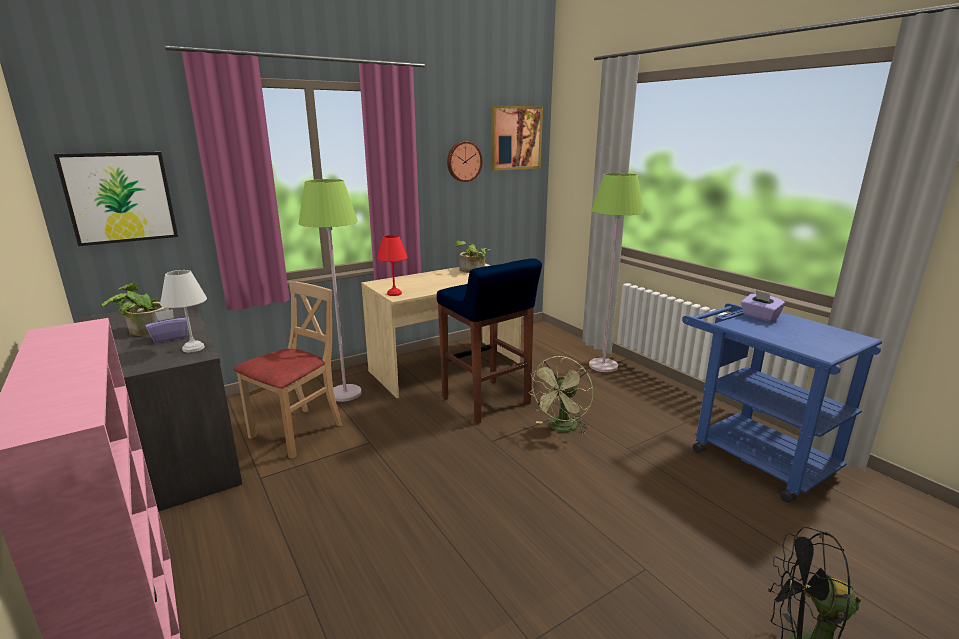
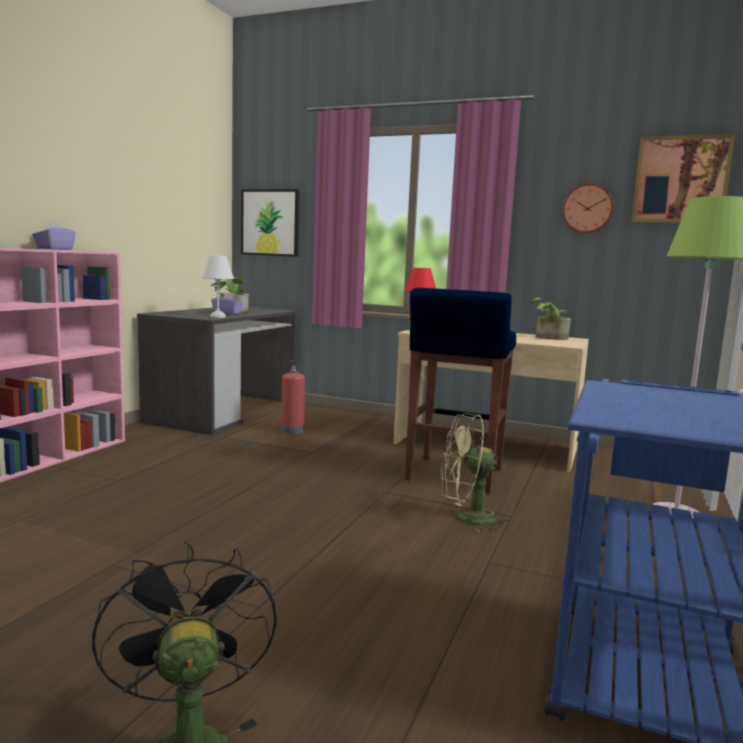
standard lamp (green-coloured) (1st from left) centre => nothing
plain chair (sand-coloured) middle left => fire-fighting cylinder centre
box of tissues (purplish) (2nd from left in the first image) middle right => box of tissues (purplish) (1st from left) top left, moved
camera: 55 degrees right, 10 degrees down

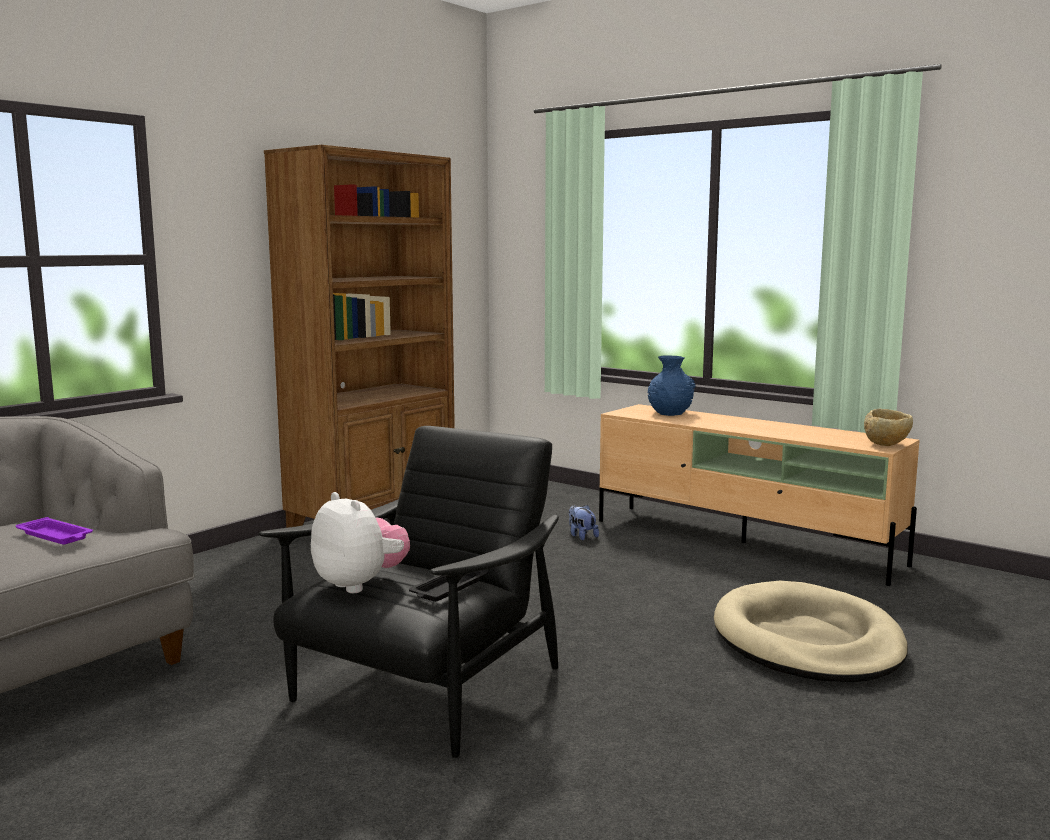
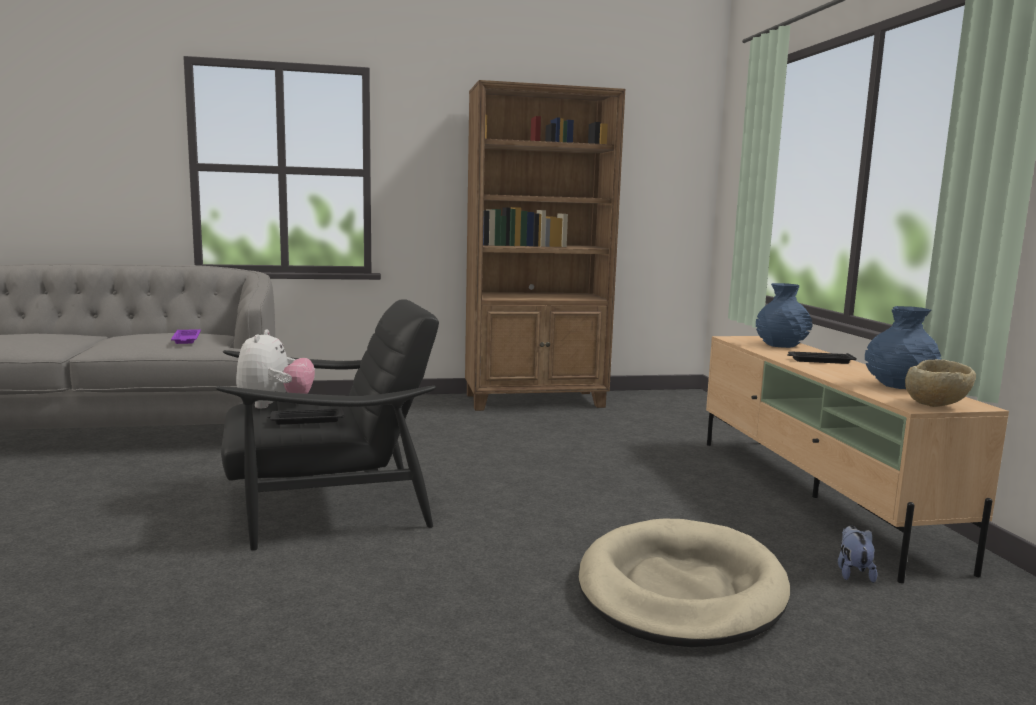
cuddly toy (2nd from left) centre => cuddly toy (2nd from left) bottom right, moved
nothing => vase (blue) (2nd from left) middle right
nothing => carrying tray (blackish) (2nd from left) middle right
camera: 40 degrees right, 0 degrees up

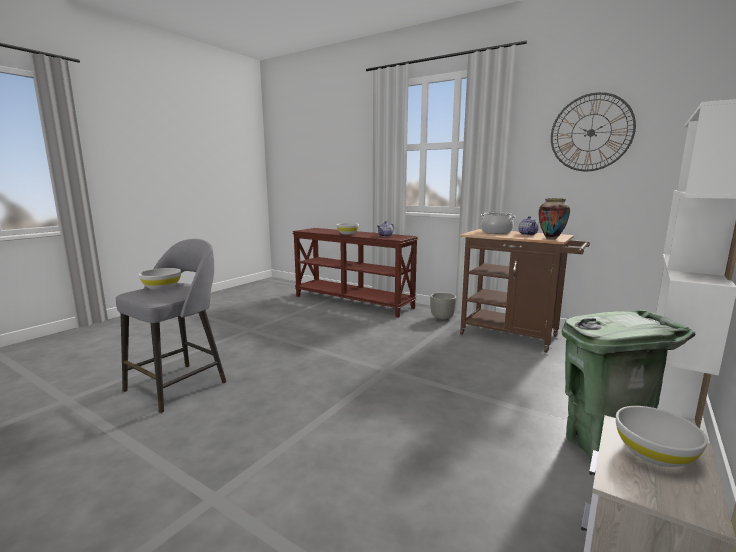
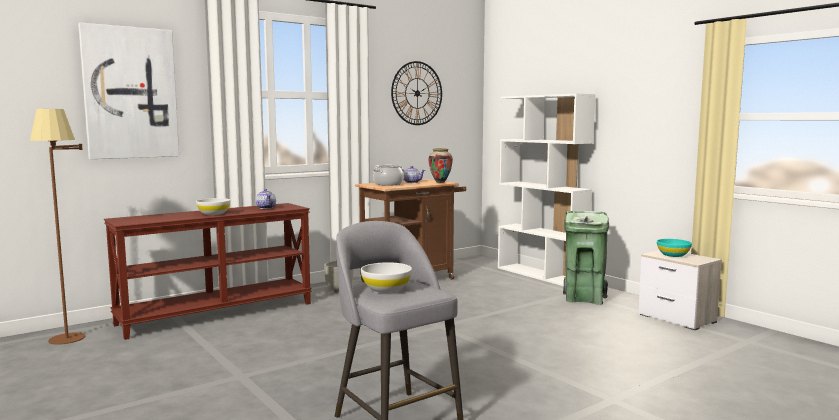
deep dish (whitish) (3rd from left) bottom right => deep dish (blue-green) middle right
nothing => wall picture top left
nothing => standard lamp (brown) middle left
camera: 70 degrees left, 5 degrees down

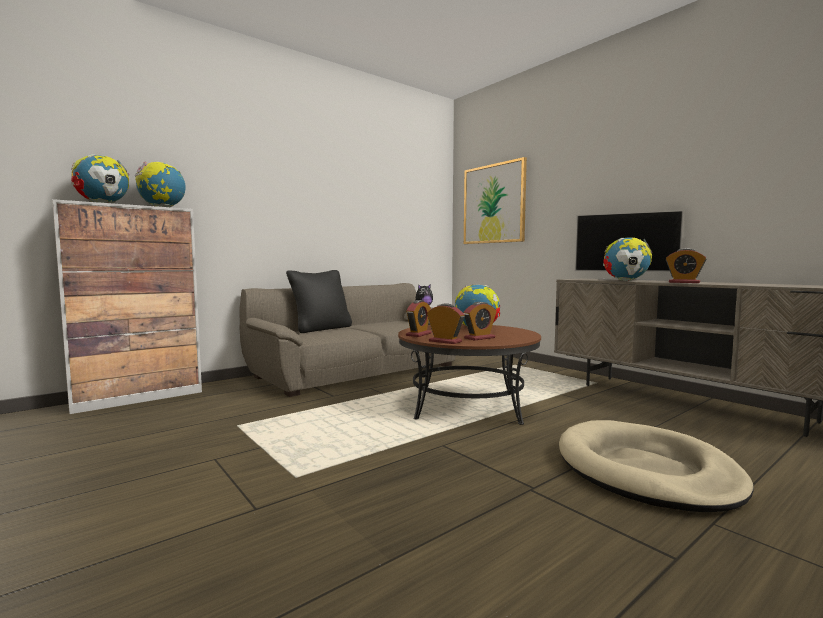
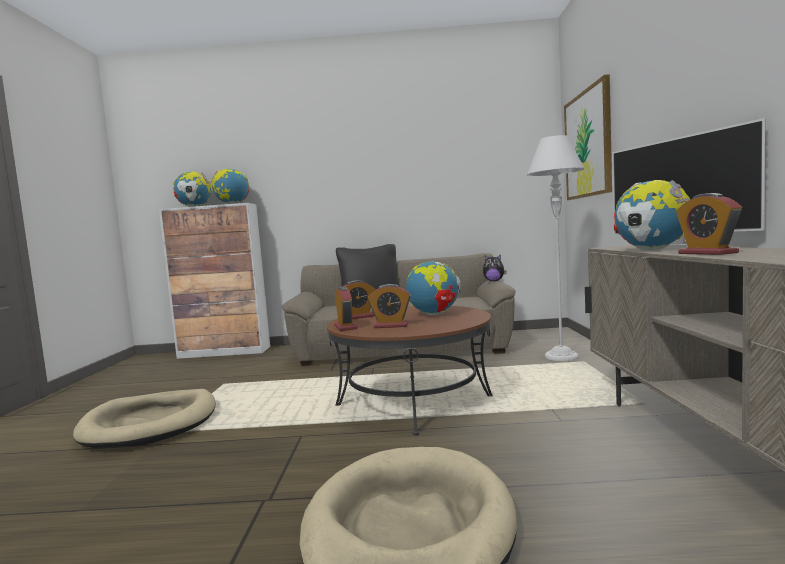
nothing => standard lamp (gray) middle right
nothing => dog cushion (sand-coloured) (1st from left) bottom left
camera: 40 degrees right, 0 degrees up

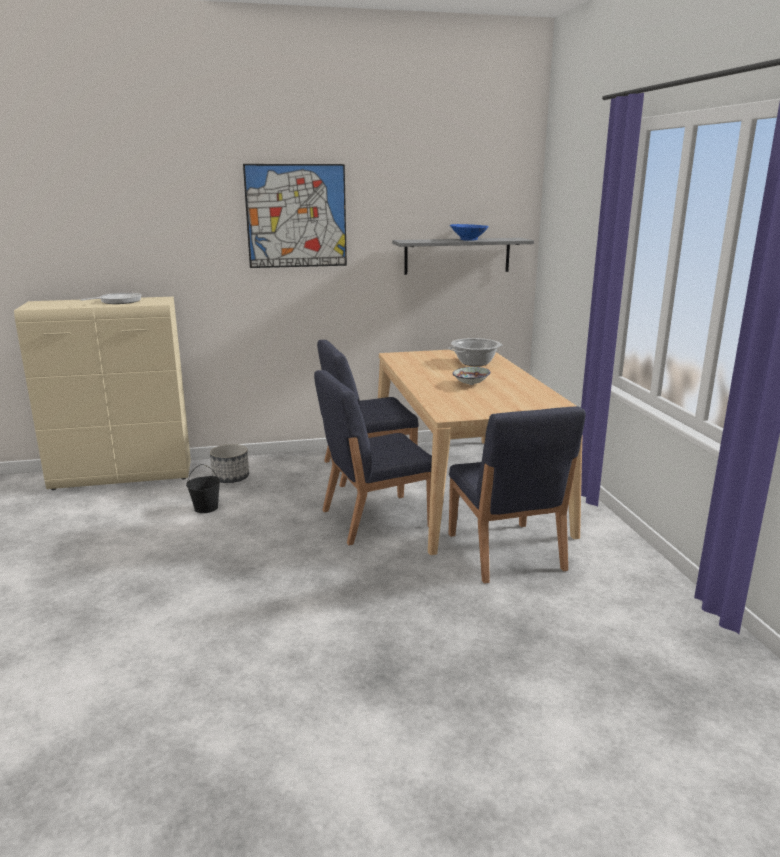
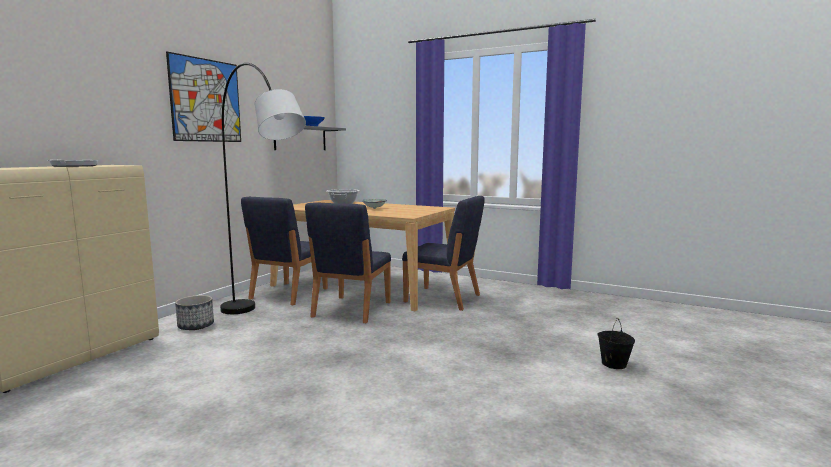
bucket (blackish) middle left => bucket (blackish) bottom right, moved
nothing => standard lamp (gray) middle left
camera: 50 degrees left, 10 degrees down

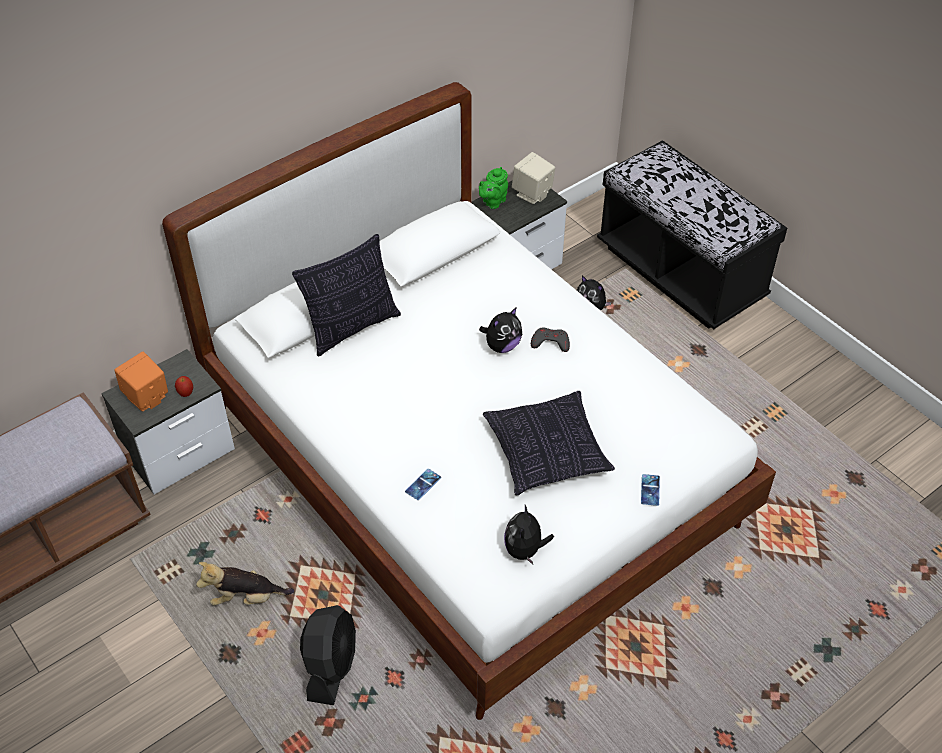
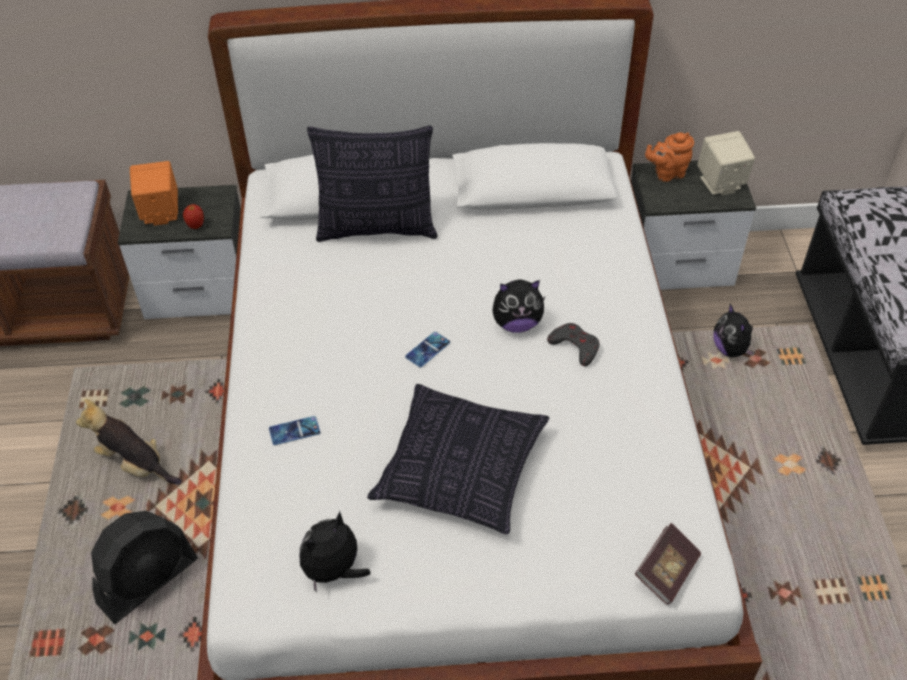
pot for tea (green-coloured) top centre => pot for tea (orange) top right
handset (2nd from left) middle right => handset (2nd from left) centre, moved
nothing => bound book bottom right
camera: 35 degrees right, 0 degrees up

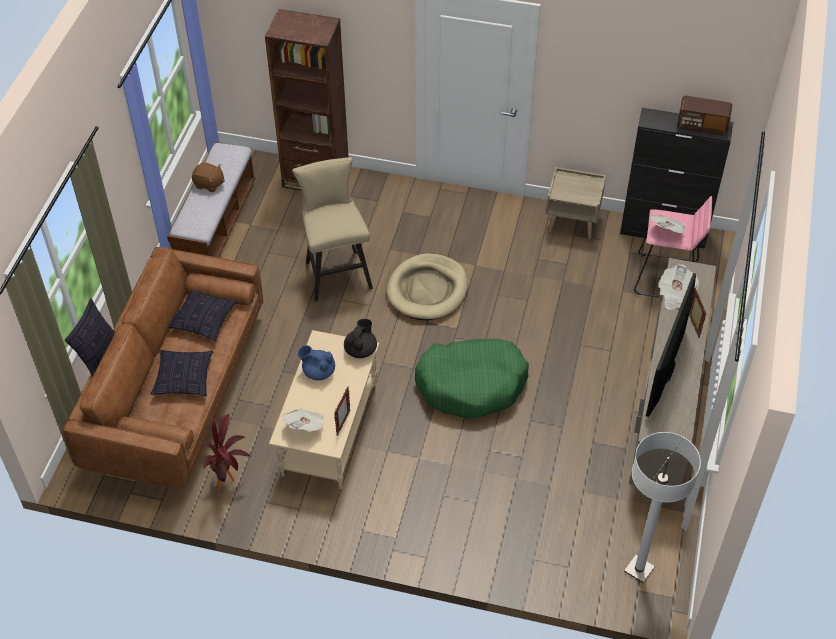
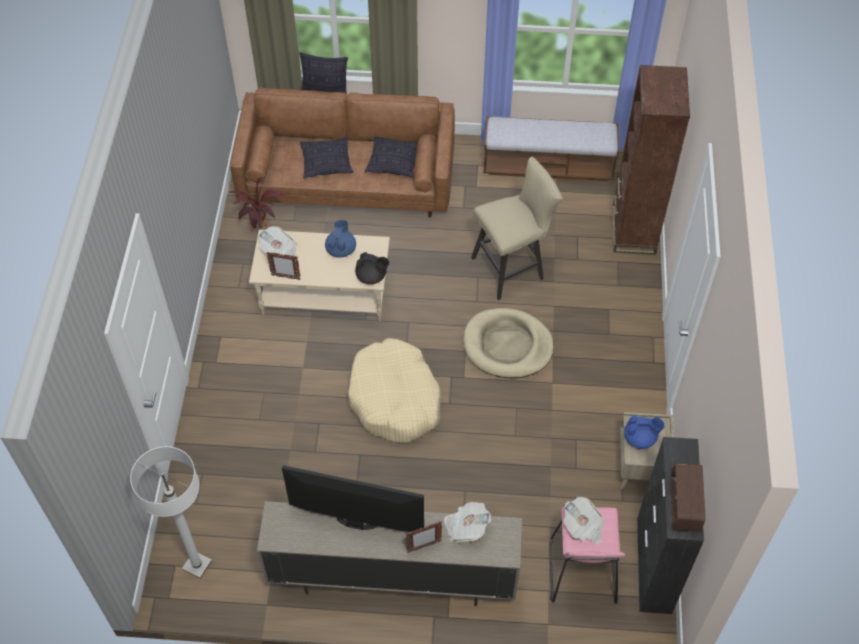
cuddly toy (brown) top left => nothing
dog cushion (green-coloured) centre => dog cushion (sand-coloured) (1st from left) centre
nothing => pot for tea (blue) (2nd from left) bottom right
camera: 80 degrees right, 5 degrees up

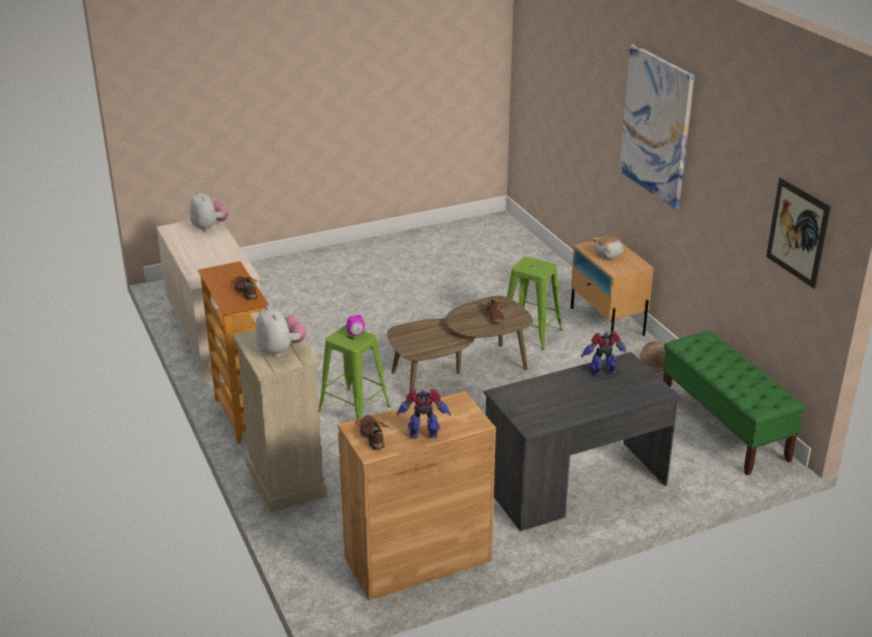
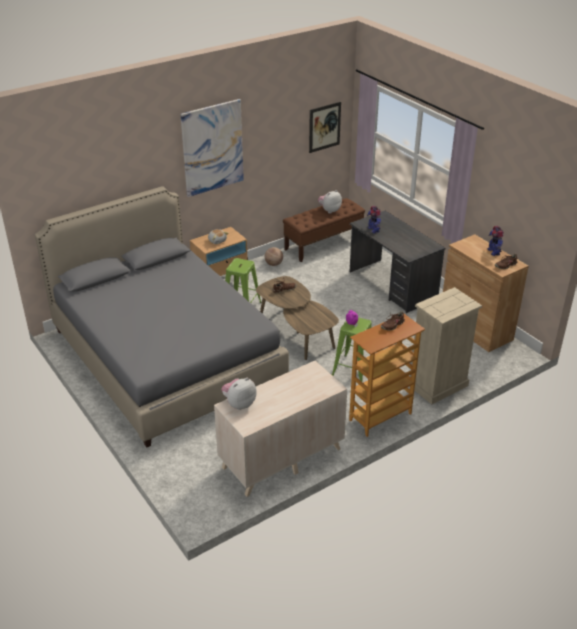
cuddly toy (2nd from left in the first image) middle left => cuddly toy (3rd from left) top centre, moved
bench (green-coloured) middle right => bench (brown) centre
nothing => sleeping bed (gray) middle left
camera: 100 degrees left, 5 degrees up

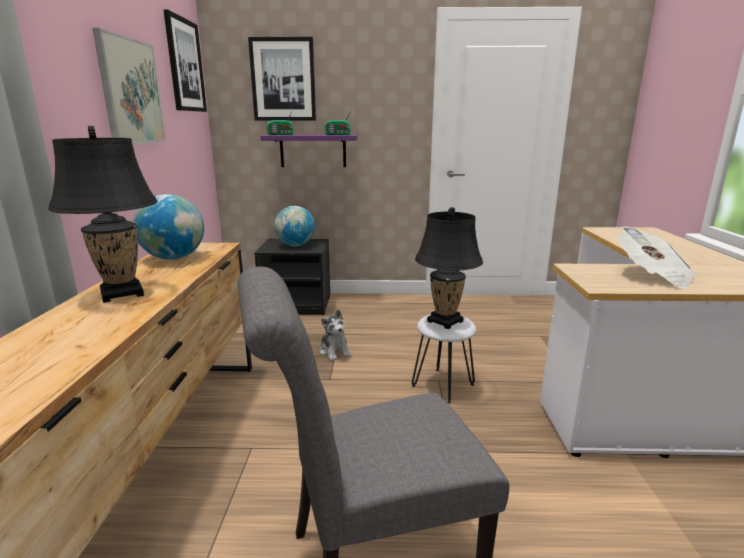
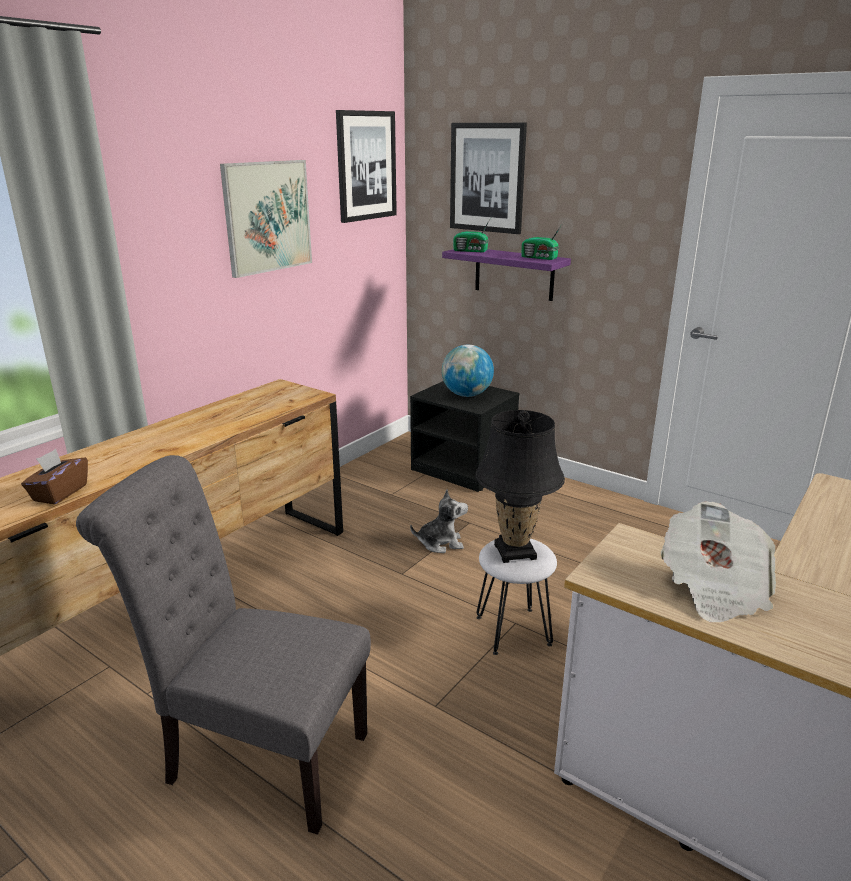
tabletop lamp (blackish) (1st from left) middle left => nothing
world globe (1st from left) middle left => nothing
cuddly toy centre, 105 degrees counterclockwise
nothing => box of tissues (brown) middle left
camera: 35 degrees right, 5 degrees up

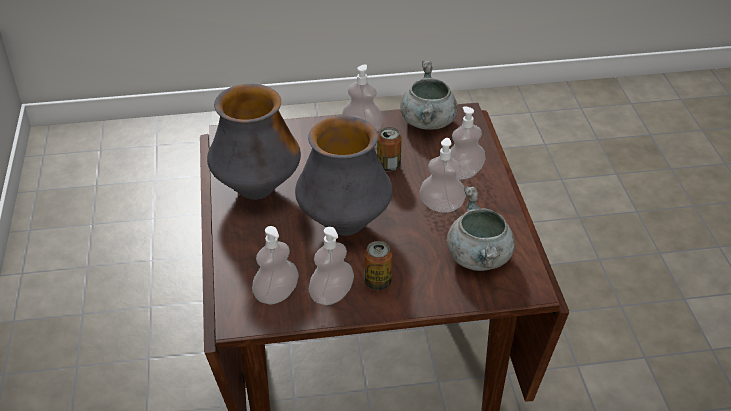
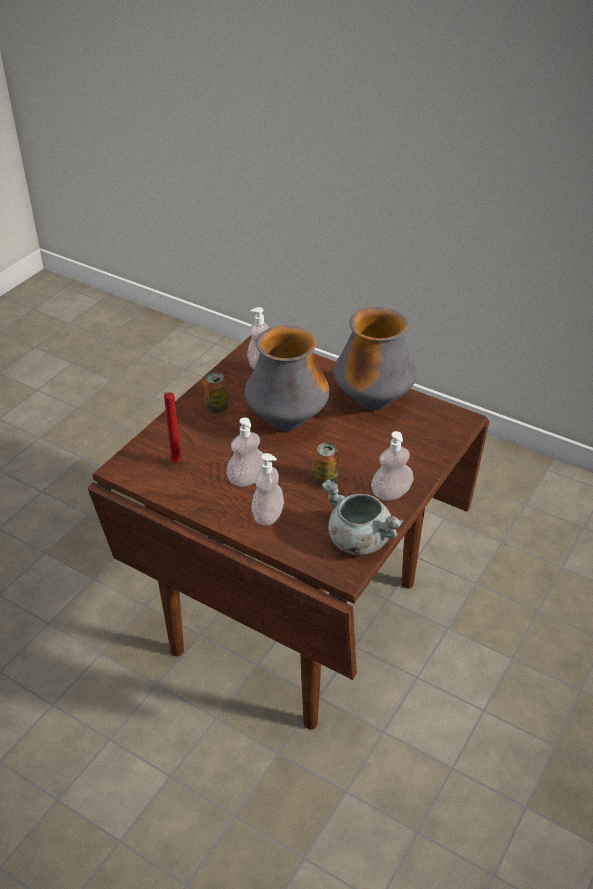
stockpot (gray) (2nd from left) centre => wax candle (red-coloured) middle left
soap dispenser (2nd from left) centre => nothing
camera: 130 degrees right, 0 degrees up

